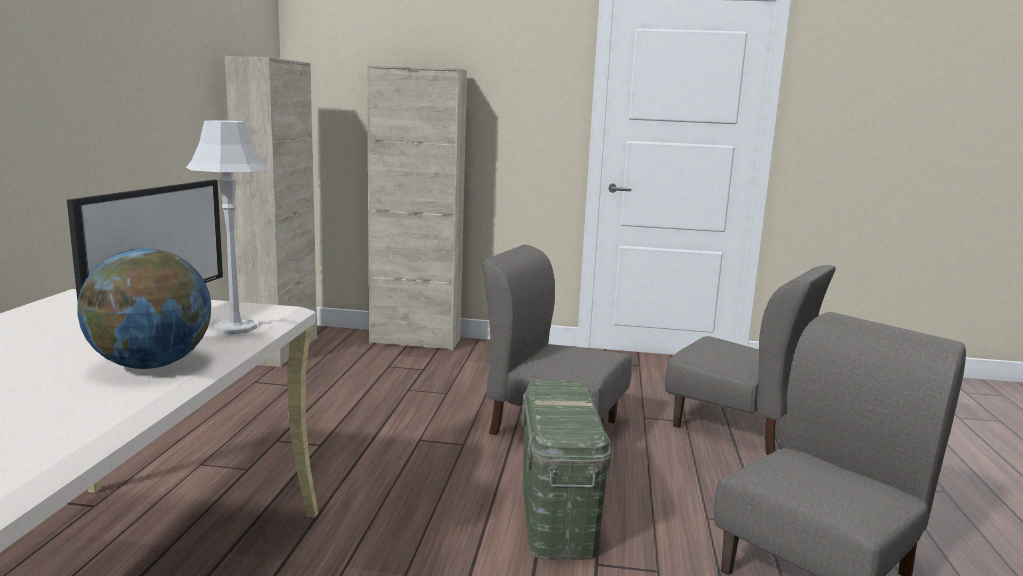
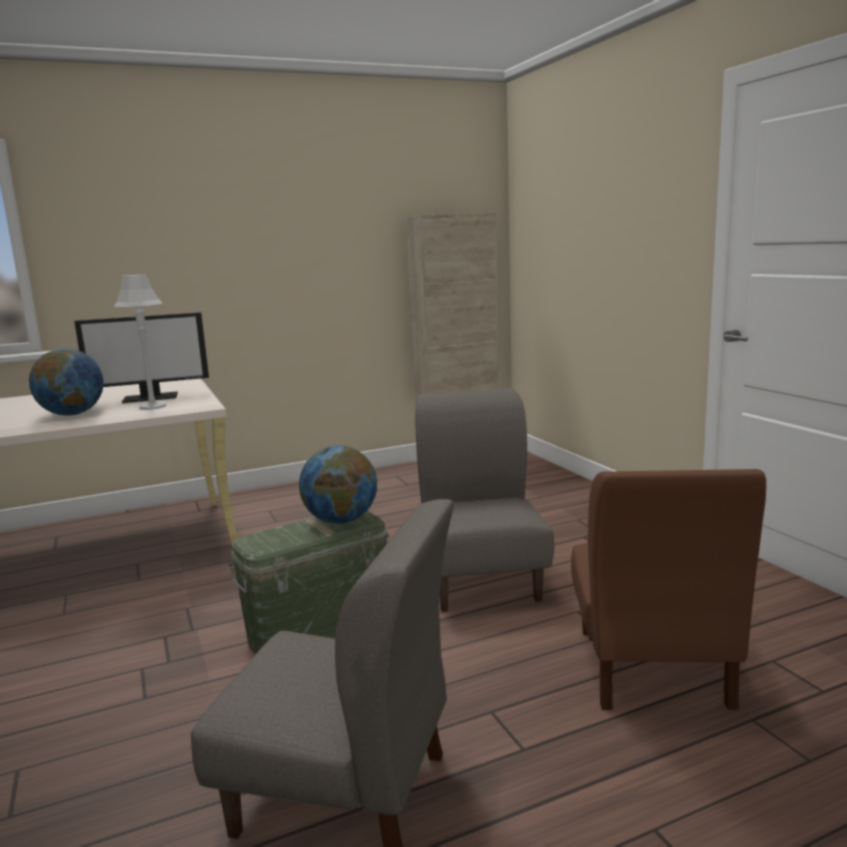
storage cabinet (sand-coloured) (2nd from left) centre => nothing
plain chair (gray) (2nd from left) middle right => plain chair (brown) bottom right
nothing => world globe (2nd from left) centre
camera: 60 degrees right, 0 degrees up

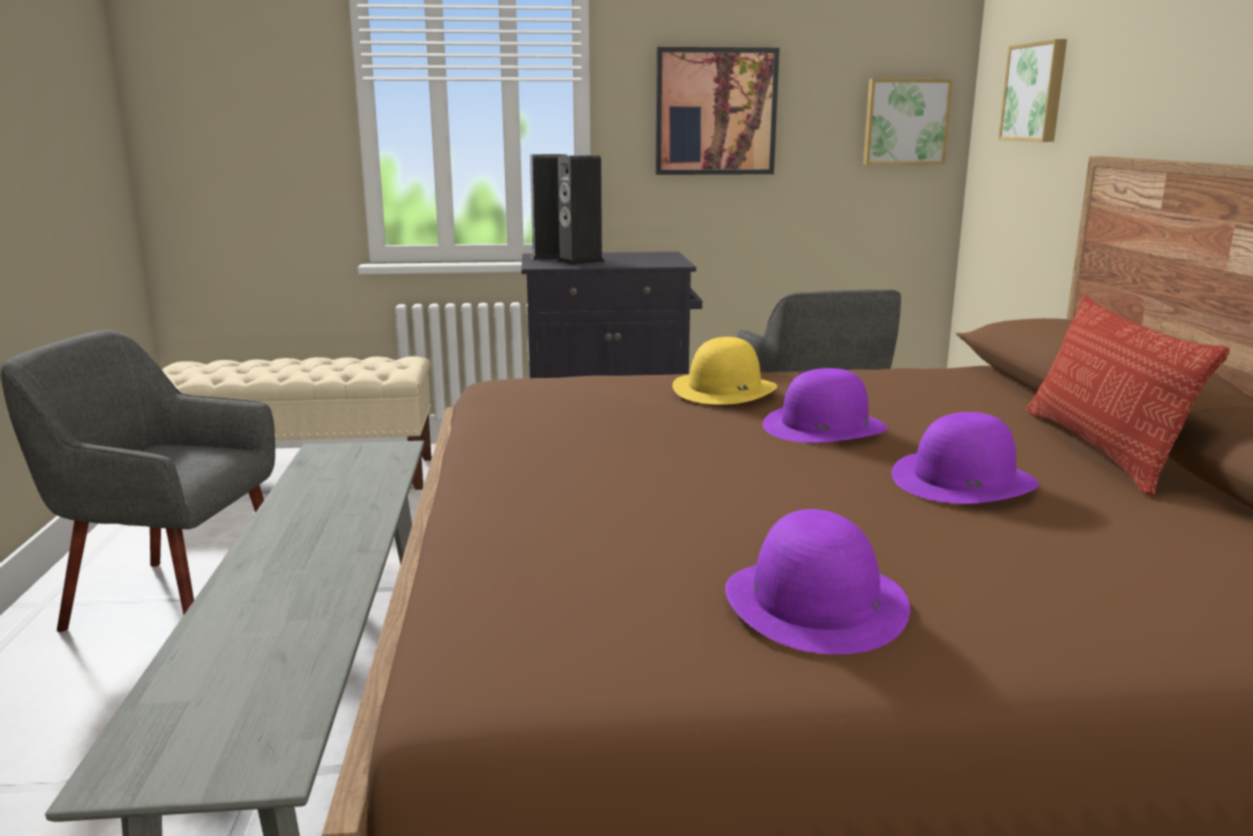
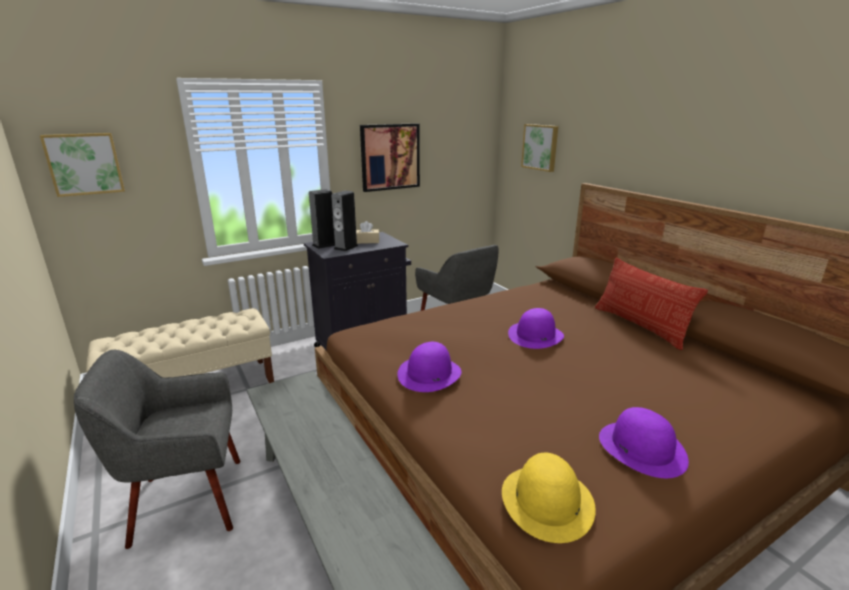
wall picture (2nd from left in the first image) top right => wall picture (1st from left) top left, moved
clothing hat (yellow) centre => clothing hat (yellow) bottom centre, moved
clothing hat (purplish) (3rd from left in the first image) middle right => clothing hat (purplish) (1st from left) centre, moved
nothing => box of tissues (sand-coloured) centre
camera: 25 degrees left, 5 degrees up

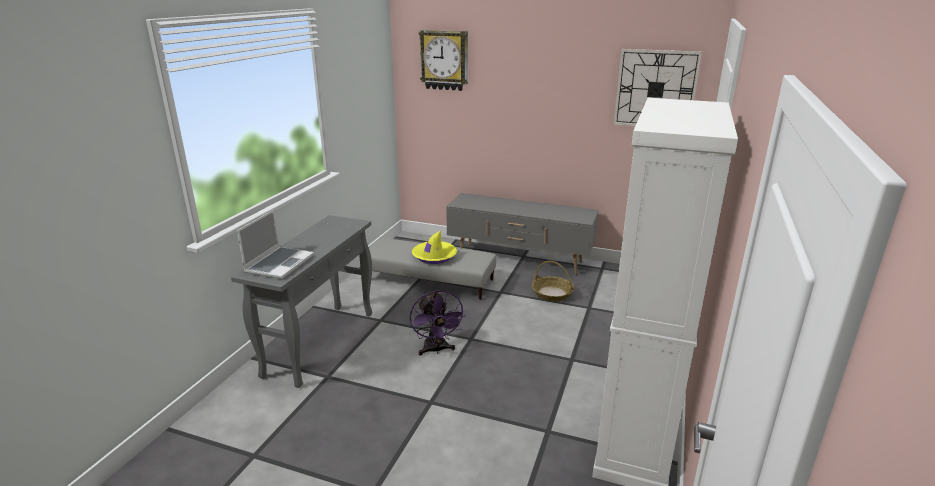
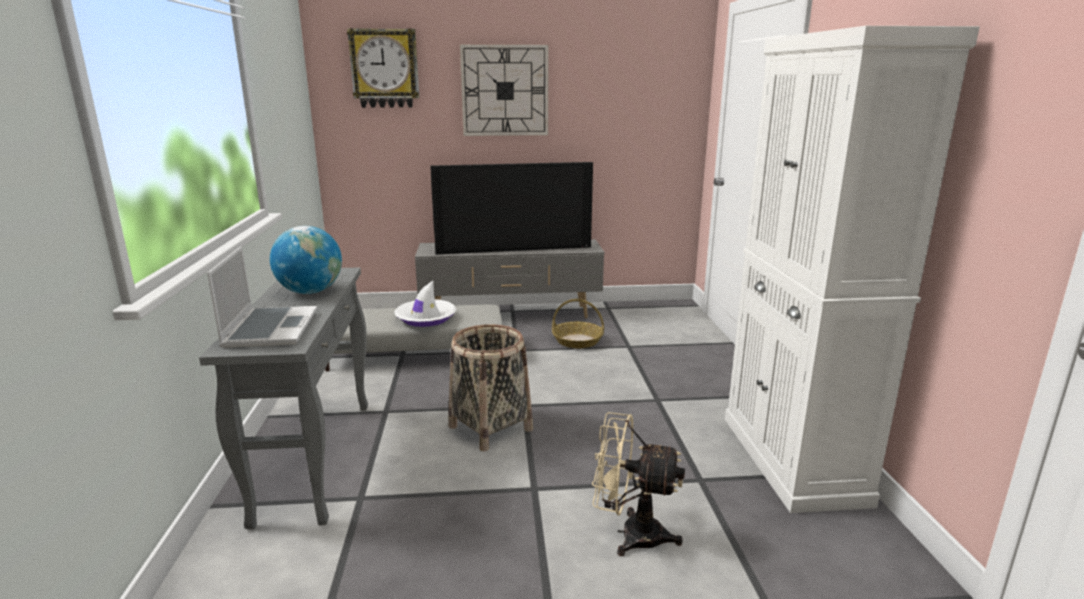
wall clock (2nd from left) top right => wall clock (2nd from left) top centre, moved
clothing hat (yellow) centre => clothing hat (whitish) centre
electric fan (purplish) centre => household basket (1st from left) centre
nothing => TV set centre
nothing => world globe middle left
nothing => electric fan (sand-coloured) bottom centre
camera: 25 degrees left, 5 degrees down

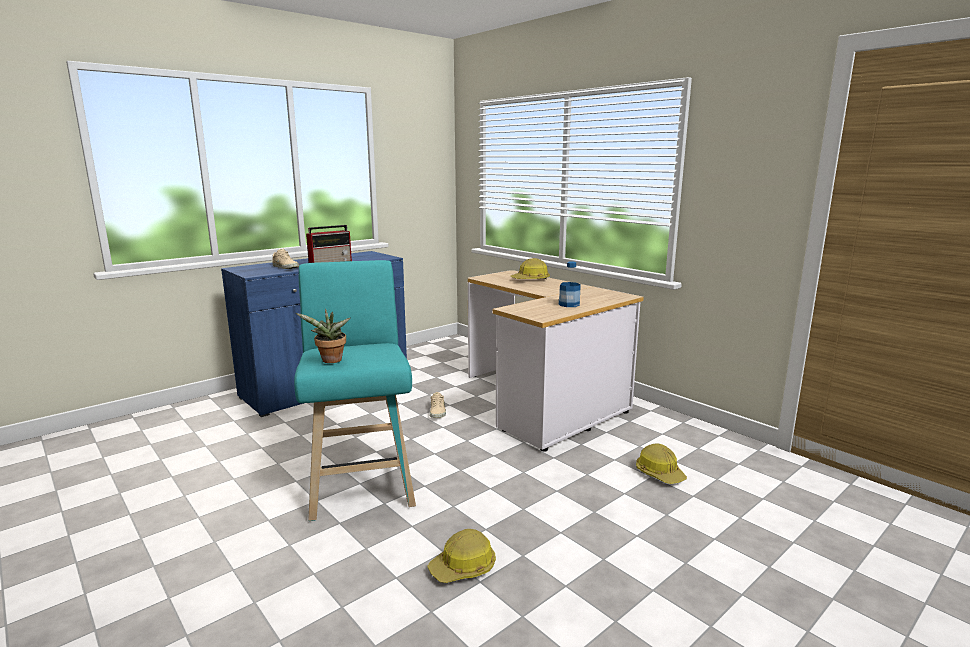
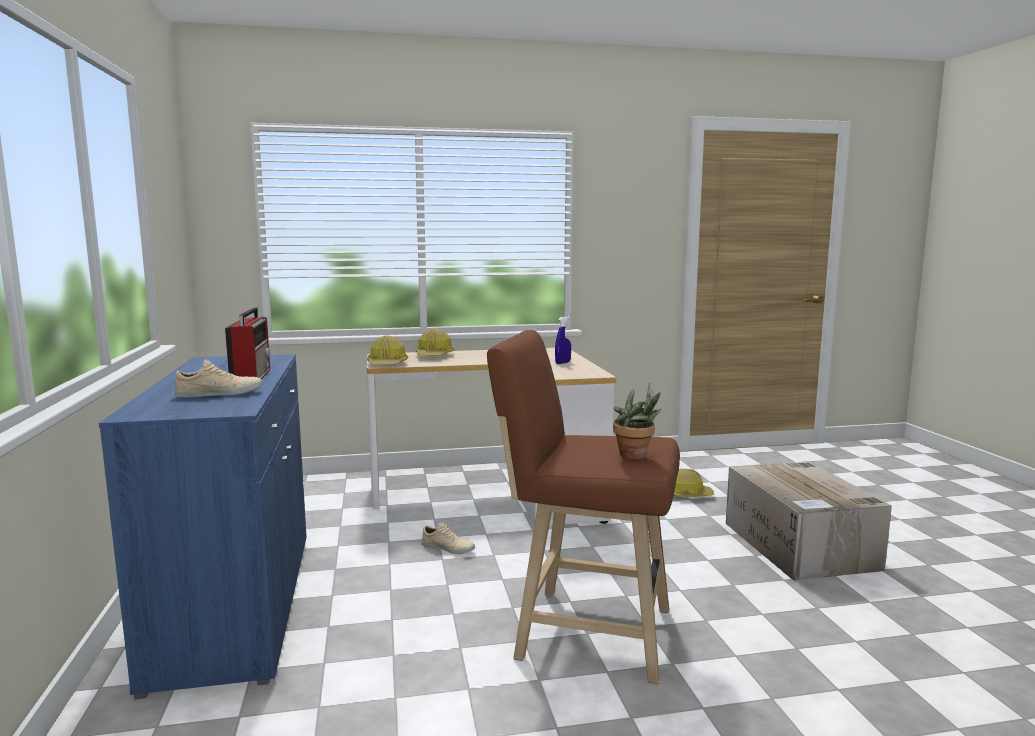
stool (blue-green) centre => stool (brown) bottom centre
drink bottle centre => spray bottle (blue) centre
work helmet (1st from left) bottom centre => work helmet (1st from left) centre, moved
nothing => packing box bottom right
camera: 60 degrees left, 5 degrees down

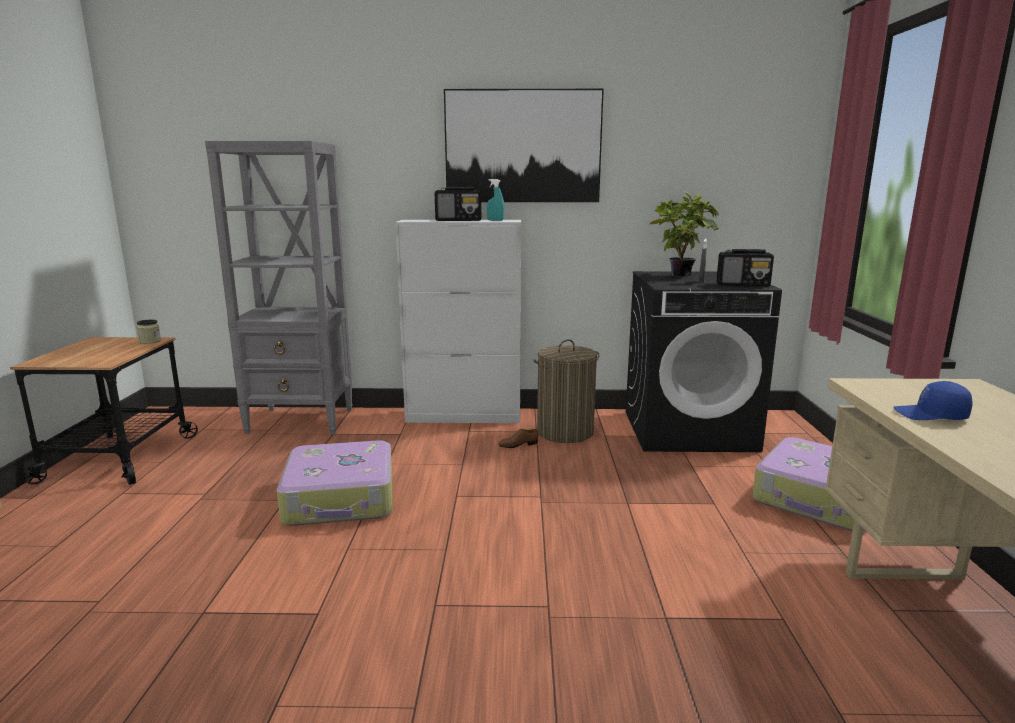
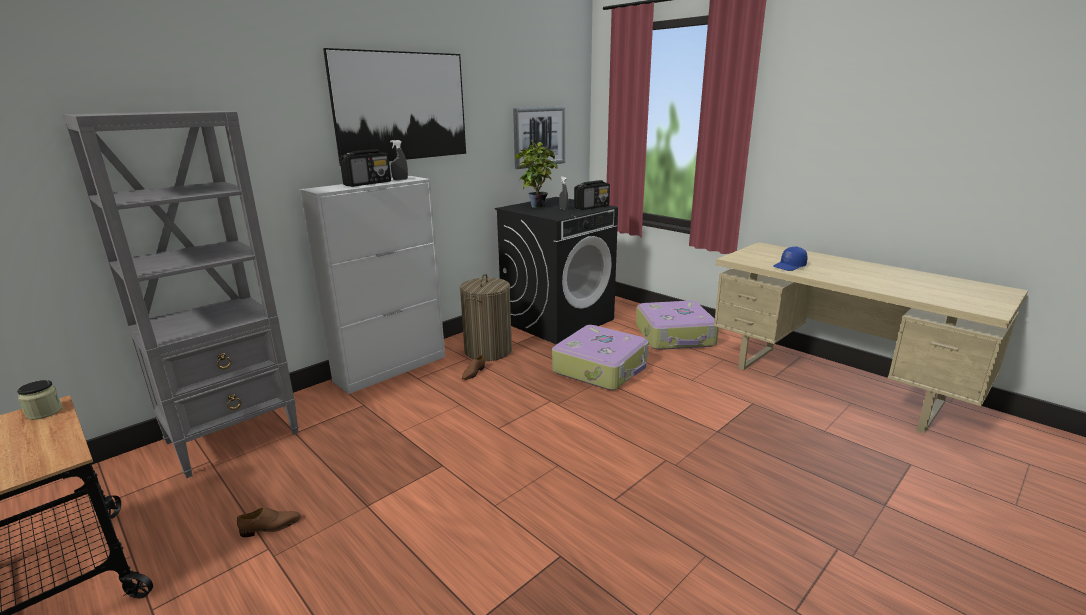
spray bottle (blue-green) top centre => spray bottle (gray) (1st from left) top centre
travel case (1st from left) bottom left => travel case (1st from left) centre, moved
nothing => wall picture (2nd from left) top centre
nothing => shoe (brown) (1st from left) bottom left
camera: 45 degrees left, 5 degrees up

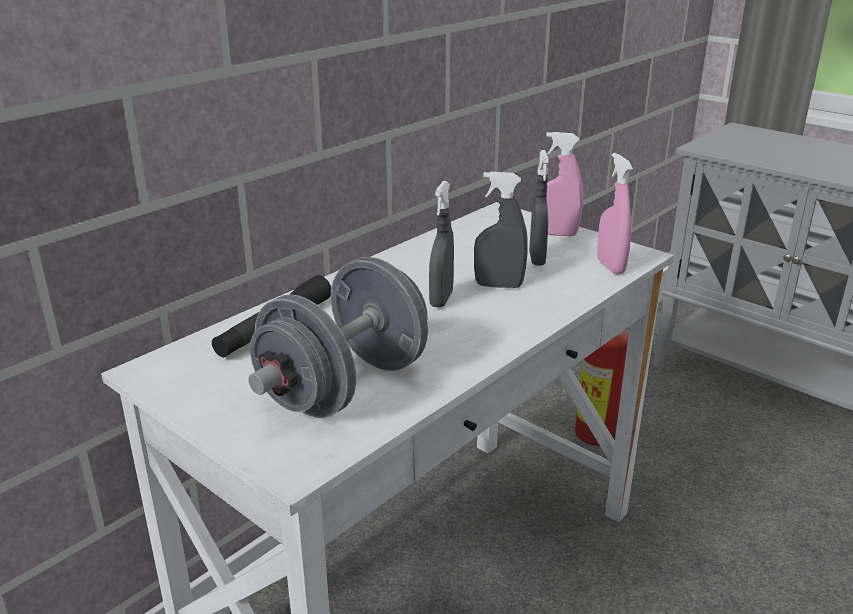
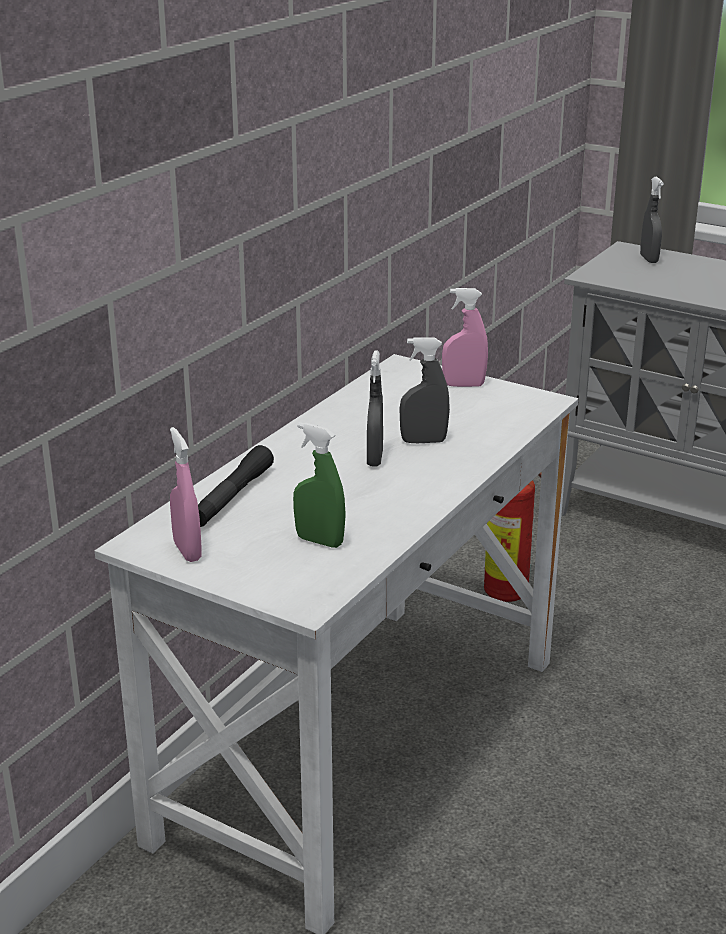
spray bottle (gray) (3rd from left) centre => spray bottle (gray) (3rd from left) top right, moved
spray bottle (pink) (2nd from left in the first image) middle right => spray bottle (pink) (1st from left) middle left, moved
dumbbell (gray) centre => spray bottle (green-coloured) centre
camera: 10 degrees left, 0 degrees up

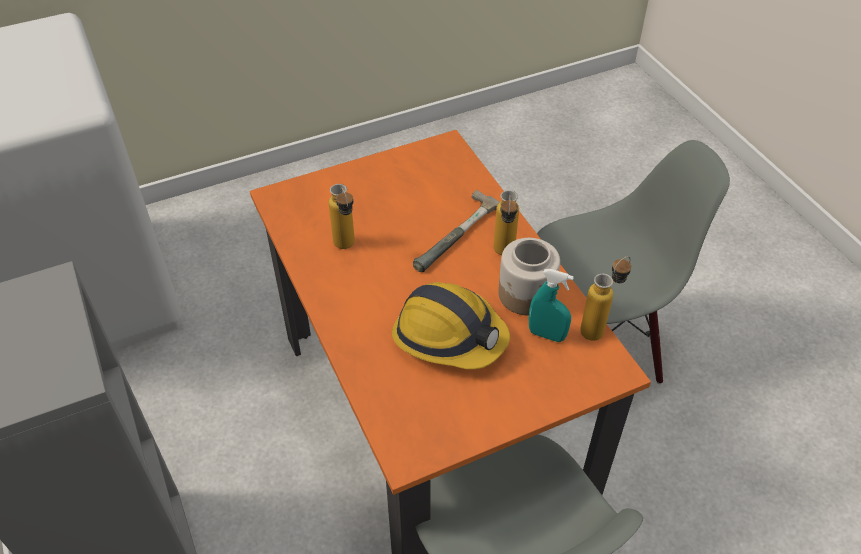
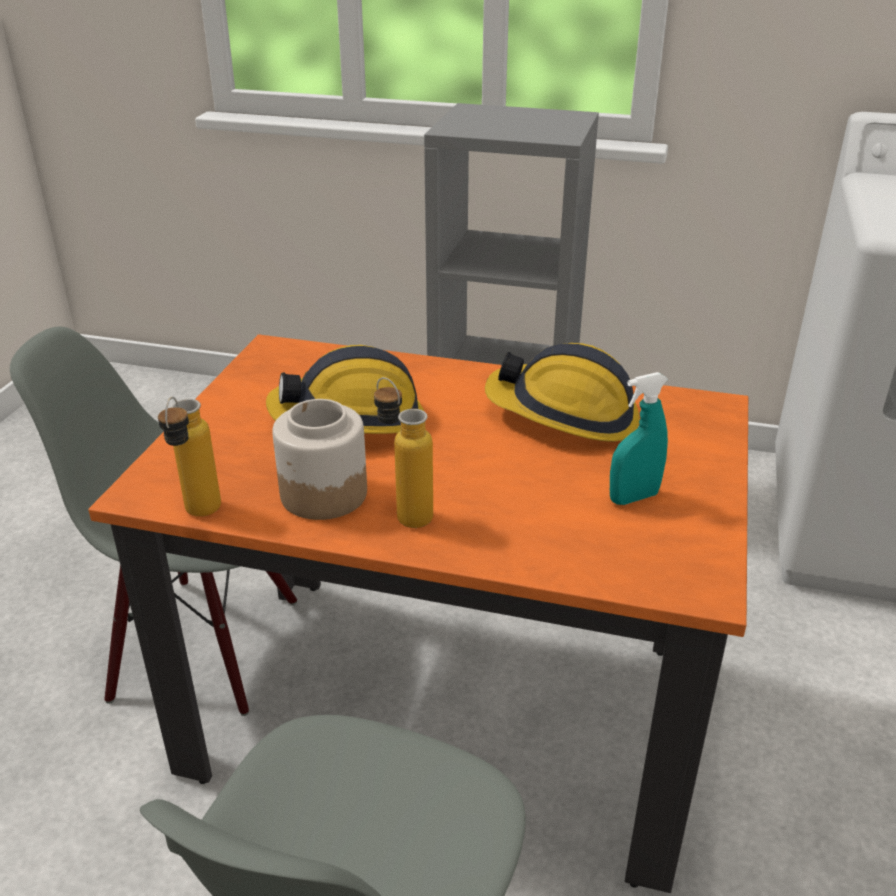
drink bottle (1st from left) centre => work helmet (2nd from left) centre
hand hammer centre => nothing
spray bottle (blue-green) centre => spray bottle (blue-green) middle right, moved
camera: 130 degrees right, 15 degrees down

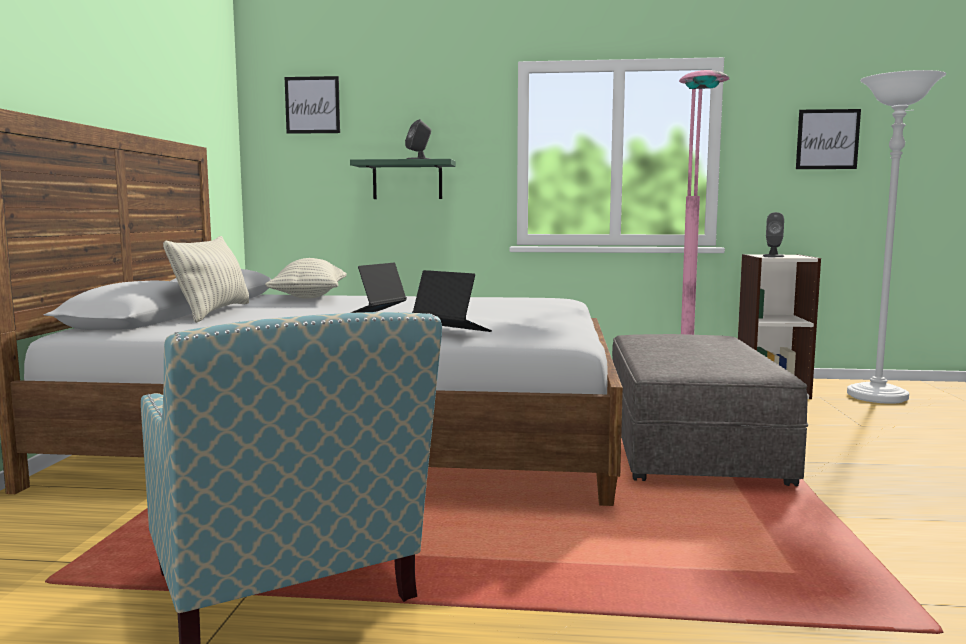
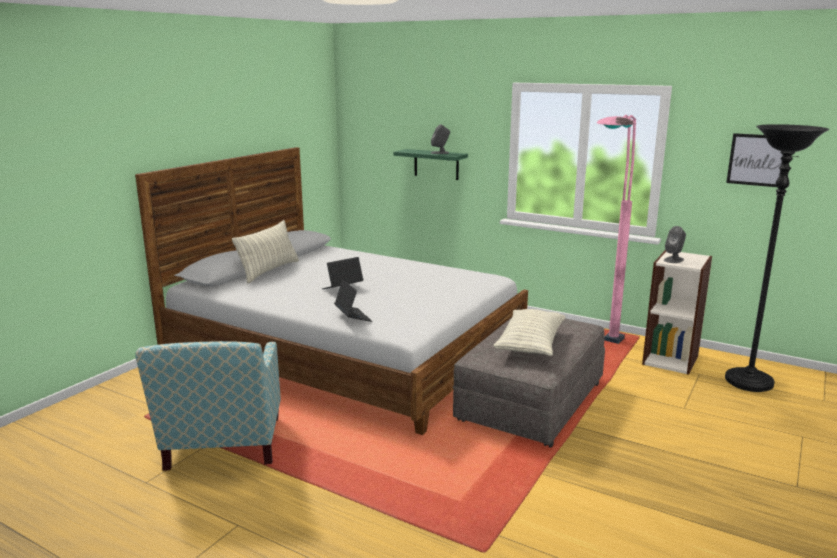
standard lamp (whitish) middle right => standard lamp (blackish) middle right
wall picture (1st from left) top left => nothing
throw pillow (2nd from left) middle left => throw pillow (2nd from left) centre, moved
camera: 25 degrees right, 10 degrees up

